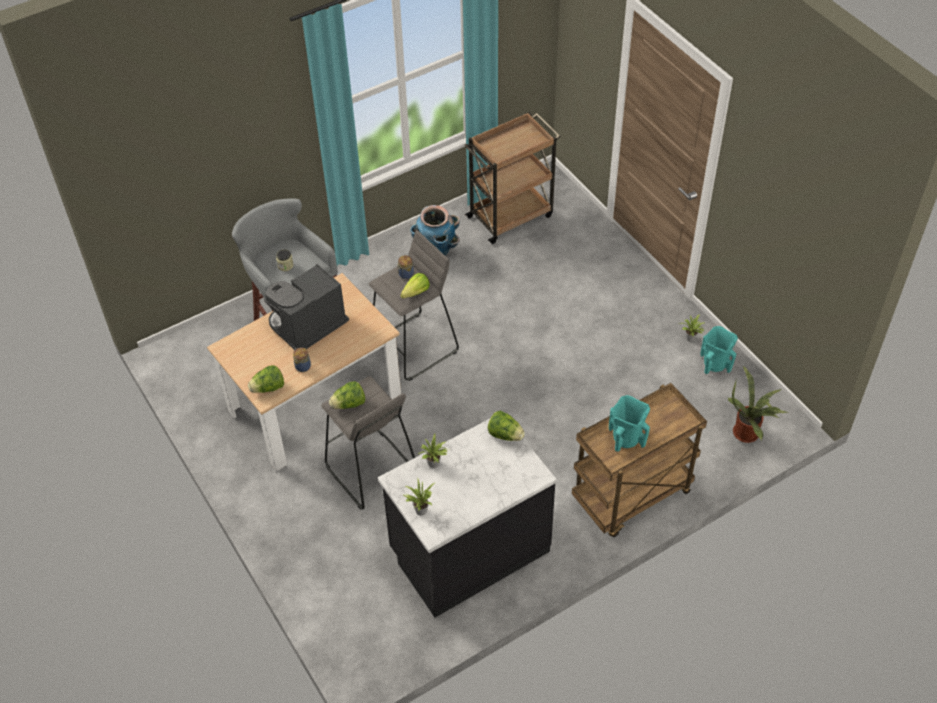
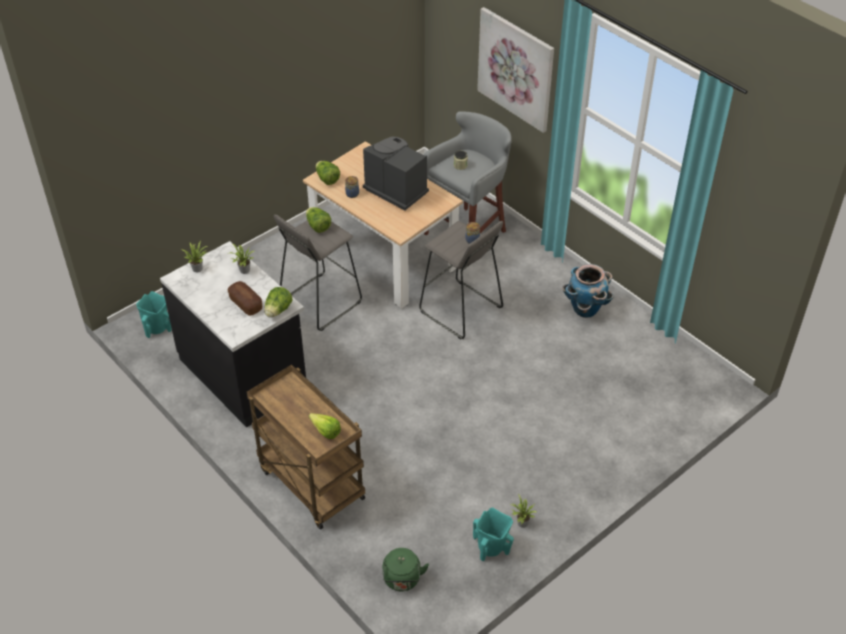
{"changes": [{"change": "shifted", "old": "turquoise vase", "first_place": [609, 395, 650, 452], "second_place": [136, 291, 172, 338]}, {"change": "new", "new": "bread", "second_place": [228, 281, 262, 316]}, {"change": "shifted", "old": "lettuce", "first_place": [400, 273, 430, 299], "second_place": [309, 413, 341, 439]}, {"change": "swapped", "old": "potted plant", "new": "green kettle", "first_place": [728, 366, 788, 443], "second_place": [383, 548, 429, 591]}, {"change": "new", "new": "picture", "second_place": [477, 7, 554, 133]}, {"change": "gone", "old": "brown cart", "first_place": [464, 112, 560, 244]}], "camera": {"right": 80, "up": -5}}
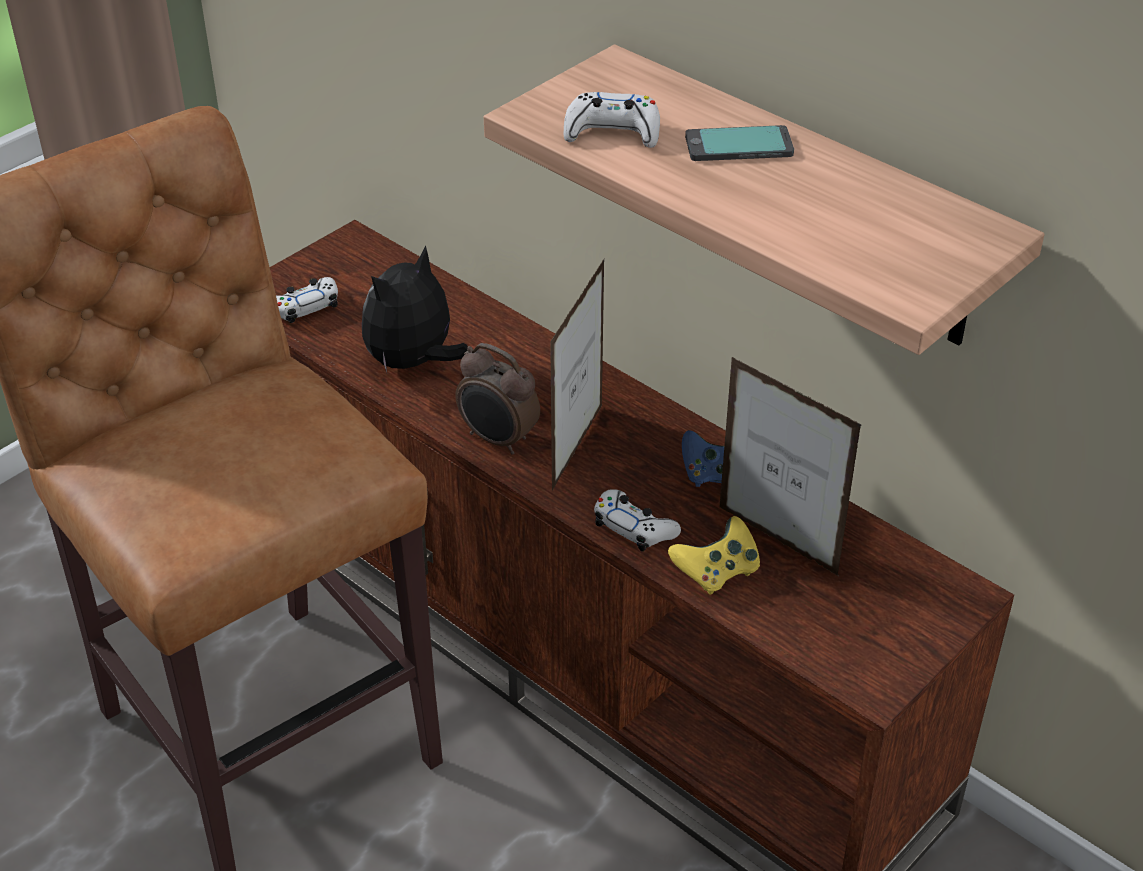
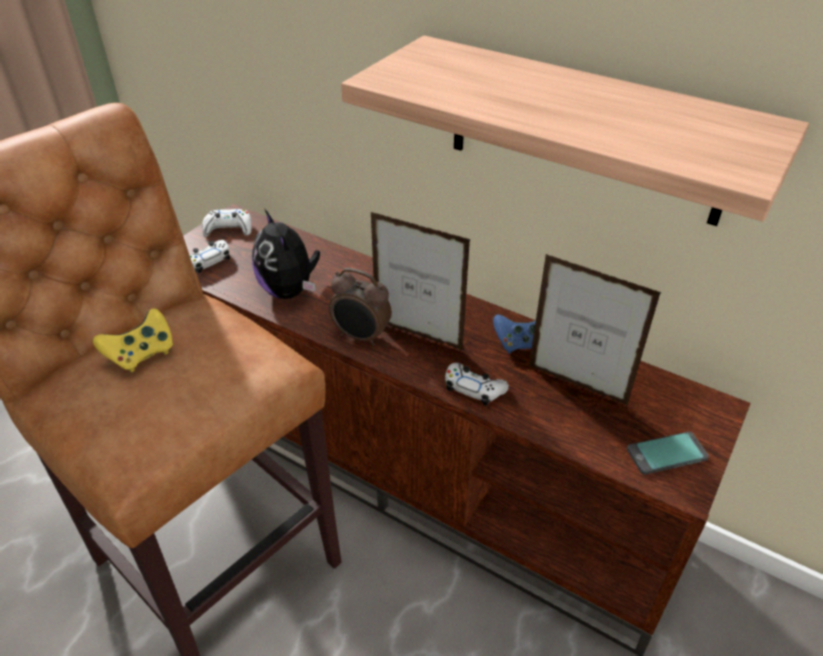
{"changes": [{"change": "shifted", "old": "yellow game controller", "first_place": [668, 516, 760, 595], "second_place": [93, 308, 173, 372]}, {"change": "shifted", "old": "white game controller", "first_place": [564, 92, 660, 148], "second_place": [202, 209, 252, 237]}, {"change": "rotated", "old": "plush toy", "first_place": [362, 245, 468, 372], "second_place": [252, 210, 320, 299], "degrees": -60}, {"change": "rotated", "old": "picture frame", "first_place": [550, 259, 604, 491], "second_place": [371, 212, 470, 350], "degrees": 105}, {"change": "shifted", "old": "phone", "first_place": [685, 125, 794, 161], "second_place": [627, 432, 709, 475]}], "camera": {"right": -10, "up": 0}}
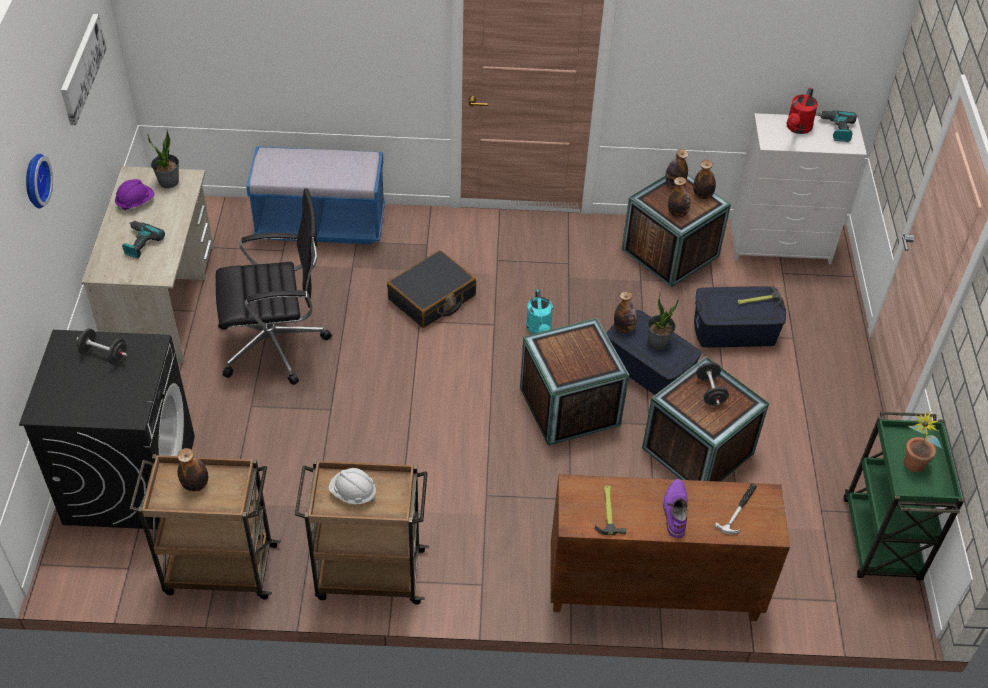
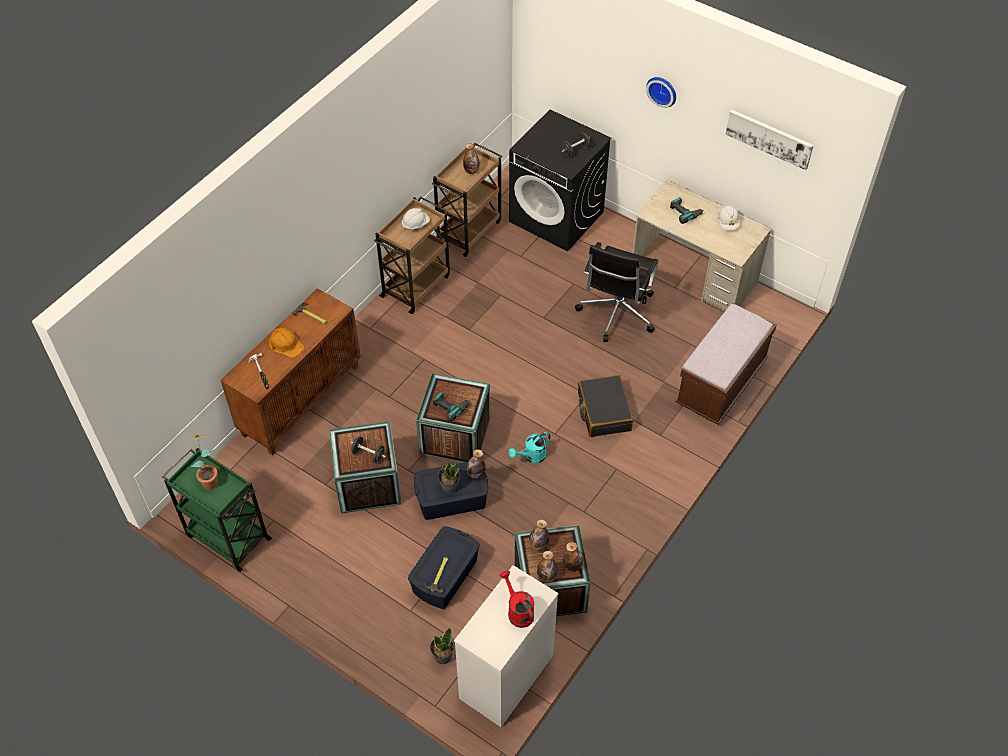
{"changes": [{"change": "swapped", "old": "purple boot", "new": "orange hard hat", "first_place": [663, 479, 688, 538], "second_place": [269, 328, 304, 358]}, {"change": "shifted", "old": "potted plant", "first_place": [147, 129, 179, 188], "second_place": [430, 628, 454, 664]}, {"change": "shifted", "old": "power drill", "first_place": [817, 110, 857, 142], "second_place": [433, 392, 470, 422]}, {"change": "rotated", "old": "turquoise watering can", "first_place": [526, 290, 553, 334], "second_place": [509, 432, 550, 464], "degrees": -60}, {"change": "repainted", "old": "blue bench", "new": "brown bench", "first_place": [246, 146, 385, 244], "second_place": [675, 303, 777, 425]}, {"change": "repainted", "old": "purple hard hat", "new": "white hard hat", "first_place": [115, 179, 154, 211], "second_place": [717, 205, 740, 230]}], "camera": {"right": 125, "up": 5}}
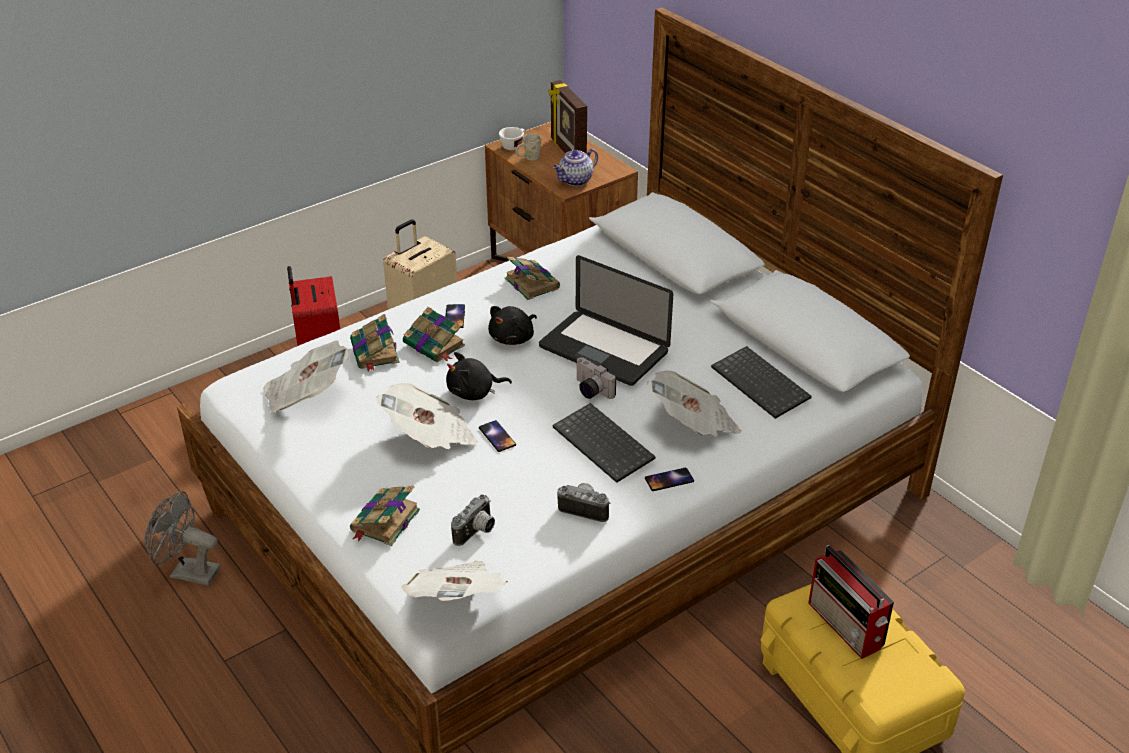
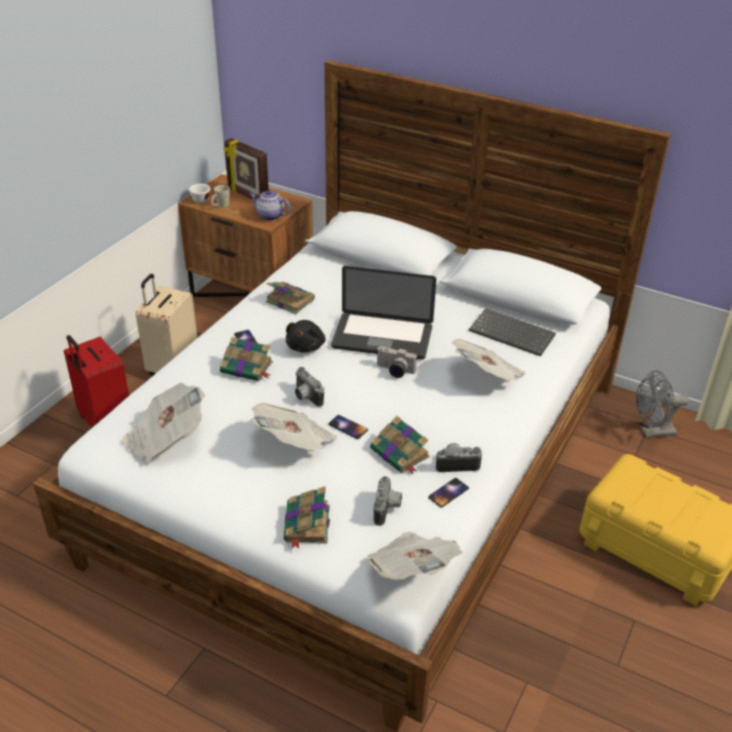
{"changes": [{"change": "rotated", "old": "teapot", "first_place": [553, 149, 598, 186], "second_place": [249, 190, 291, 221], "degrees": 90}, {"change": "swapped", "old": "black plush toy", "new": "photo camera", "first_place": [446, 352, 512, 400], "second_place": [295, 367, 324, 407]}, {"change": "shifted", "old": "book", "first_place": [350, 314, 400, 371], "second_place": [370, 416, 430, 474]}, {"change": "shifted", "old": "phone", "first_place": [645, 468, 694, 491], "second_place": [428, 478, 469, 508]}, {"change": "shifted", "old": "grey fan", "first_place": [145, 492, 221, 586], "second_place": [636, 371, 689, 438]}, {"change": "gone", "old": "keyboard", "first_place": [552, 403, 656, 483]}, {"change": "gone", "old": "radio", "first_place": [808, 545, 894, 659]}], "camera": {"right": -25, "up": 0}}
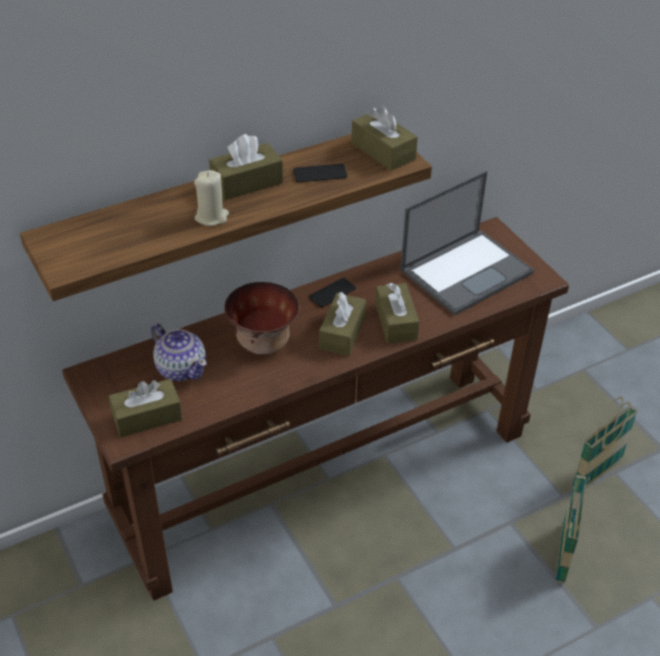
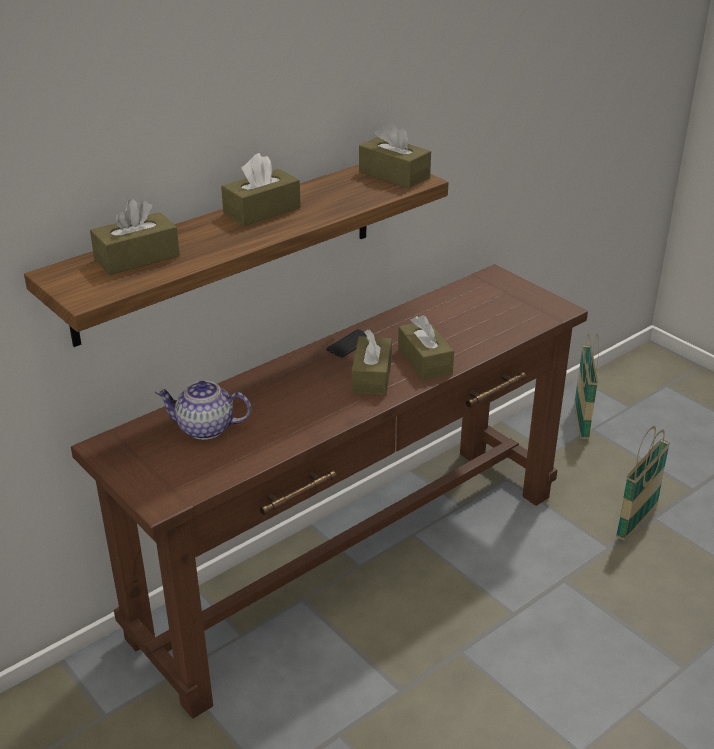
{"changes": [{"change": "shifted", "old": "brown tissue box", "first_place": [109, 379, 182, 437], "second_place": [90, 199, 180, 275]}, {"change": "rotated", "old": "teapot", "first_place": [151, 324, 207, 381], "second_place": [155, 381, 251, 440], "degrees": 150}, {"change": "shifted", "old": "basket", "first_place": [555, 475, 590, 584], "second_place": [574, 333, 599, 440]}, {"change": "gone", "old": "beige candle", "first_place": [194, 170, 229, 226]}, {"change": "gone", "old": "bowl", "first_place": [224, 282, 300, 354]}, {"change": "gone", "old": "phone", "first_place": [293, 164, 347, 182]}, {"change": "gone", "old": "laptop", "first_place": [400, 171, 534, 315]}], "camera": {"right": -10, "up": -10}}
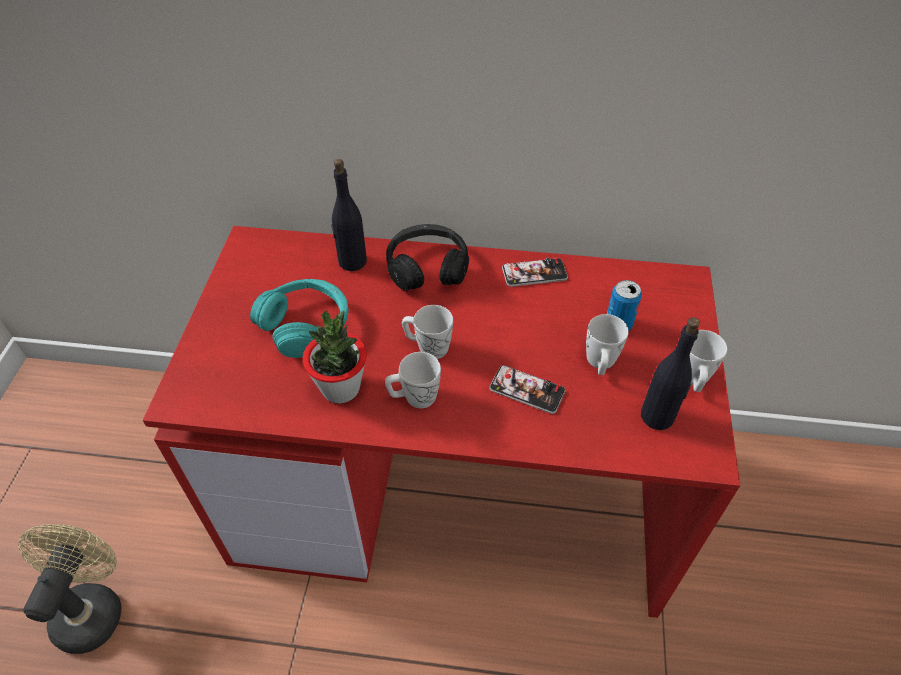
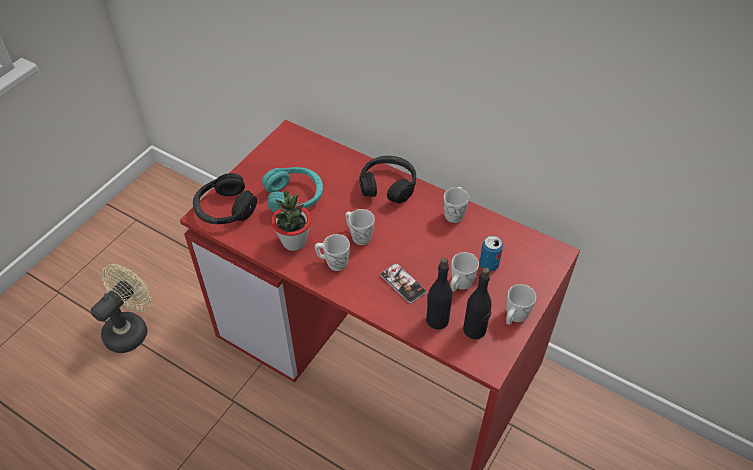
{"changes": [{"change": "new", "new": "black headphones", "second_place": [193, 173, 257, 224]}, {"change": "shifted", "old": "black bottle", "first_place": [331, 159, 367, 271], "second_place": [426, 257, 452, 330]}, {"change": "swapped", "old": "phone", "new": "white mug", "first_place": [502, 257, 568, 287], "second_place": [443, 187, 469, 223]}], "camera": {"right": 25, "up": 0}}
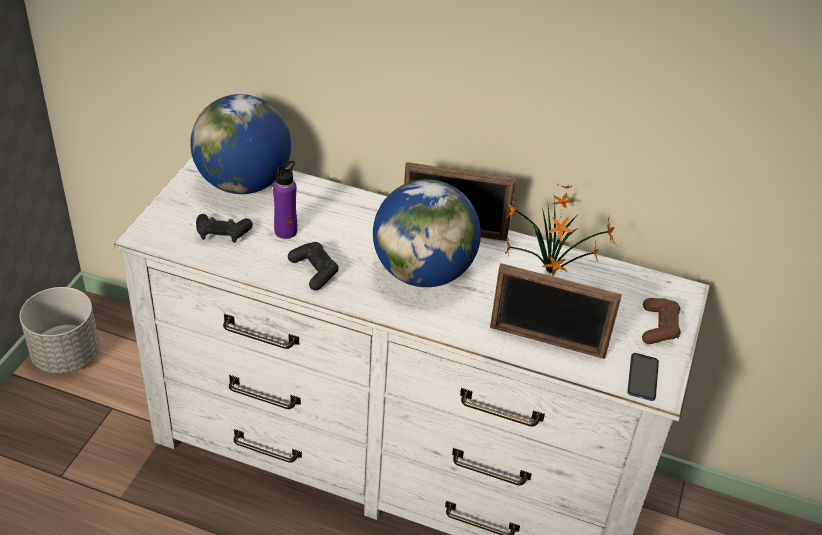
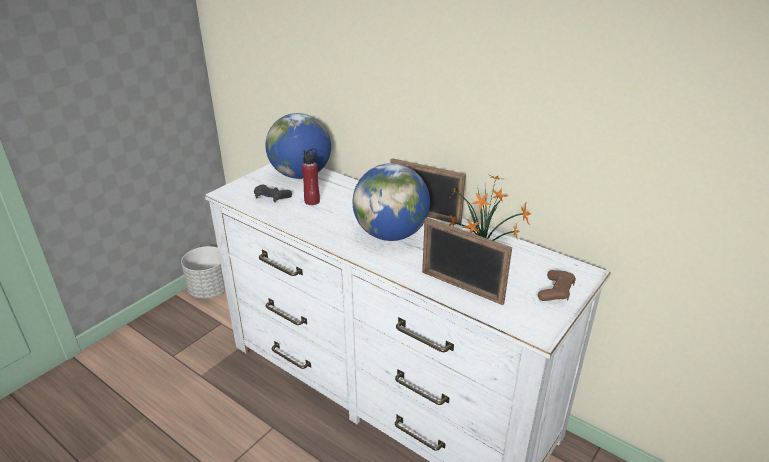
{"changes": [{"change": "repainted", "old": "purple bottle", "new": "red bottle", "first_place": [273, 160, 297, 239], "second_place": [302, 148, 320, 205]}, {"change": "gone", "old": "black game controller", "first_place": [288, 242, 339, 290]}, {"change": "gone", "old": "phone", "first_place": [627, 353, 659, 401]}], "camera": {"right": 20, "up": -10}}
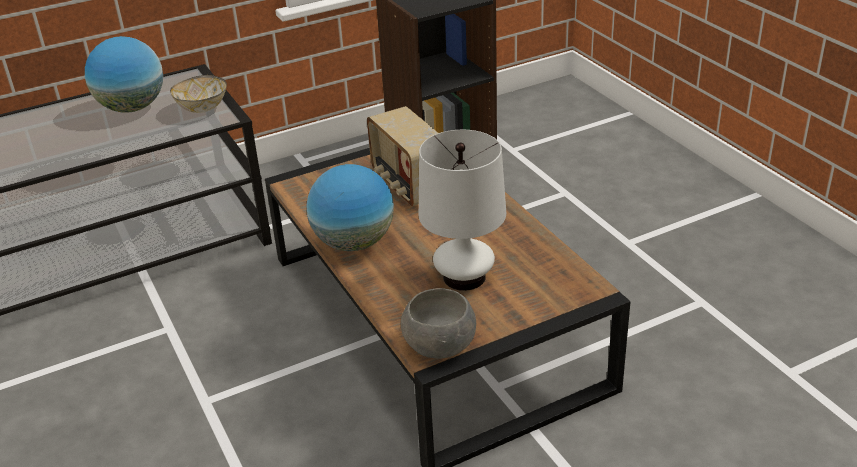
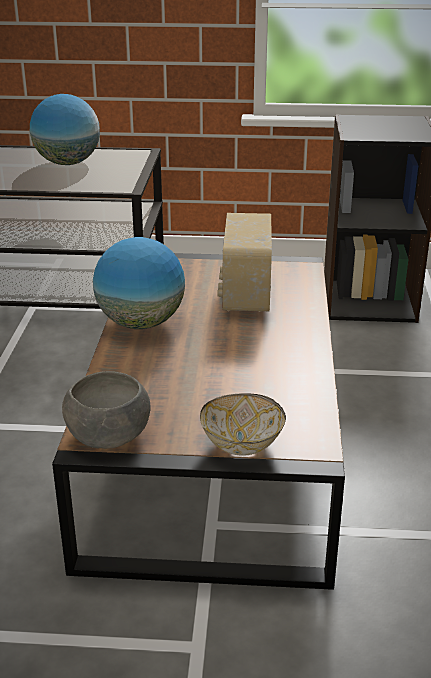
{"changes": [{"change": "shifted", "old": "bowl", "first_place": [170, 75, 227, 113], "second_place": [200, 393, 286, 456]}, {"change": "gone", "old": "white table lamp", "first_place": [419, 130, 506, 291]}], "camera": {"right": 30, "up": -5}}
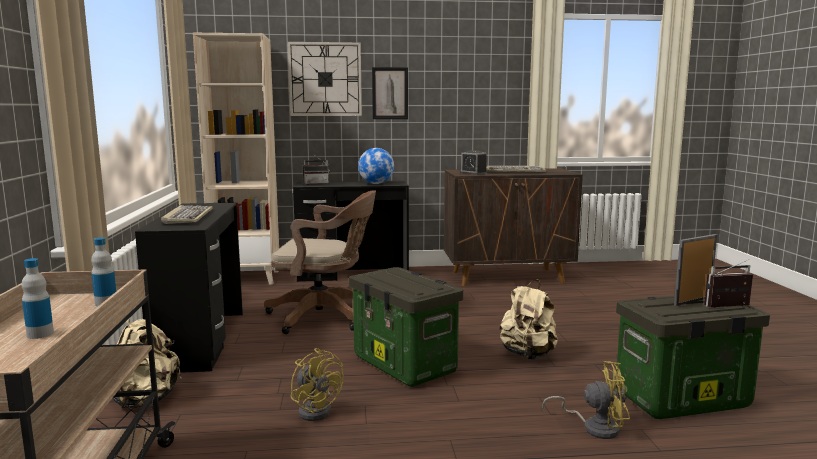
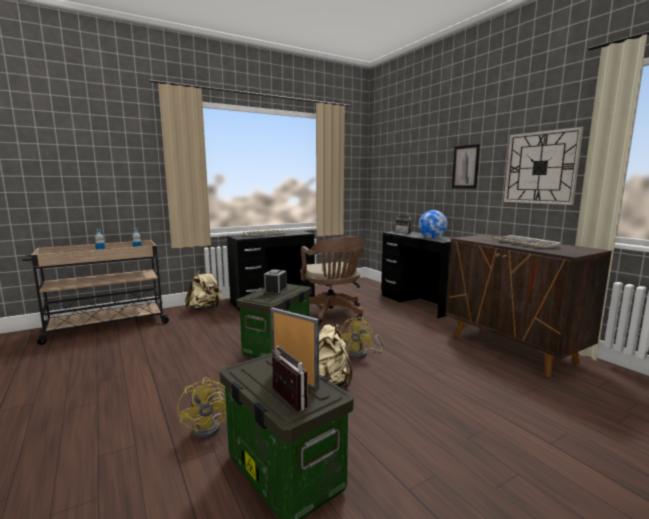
{"changes": [{"change": "shifted", "old": "alarm clock", "first_place": [460, 150, 487, 175], "second_place": [264, 269, 287, 295]}, {"change": "shifted", "old": "yellow fan", "first_place": [290, 348, 344, 421], "second_place": [341, 317, 384, 358]}, {"change": "shifted", "old": "wall clock", "first_place": [287, 42, 362, 116], "second_place": [504, 127, 584, 205]}, {"change": "gone", "old": "beige bookcase", "first_place": [193, 33, 279, 285]}], "camera": {"right": 65, "up": 0}}
